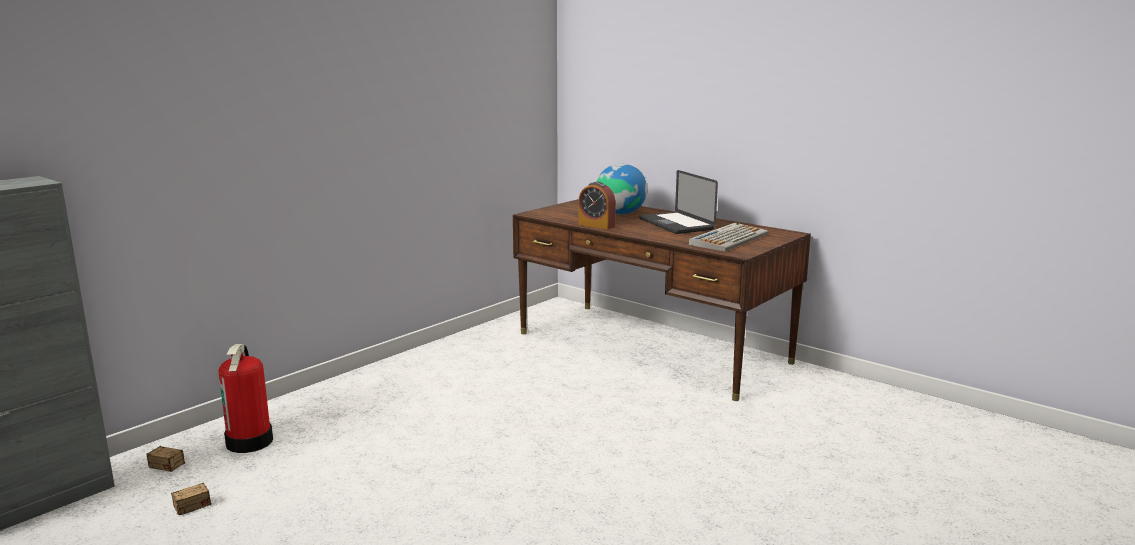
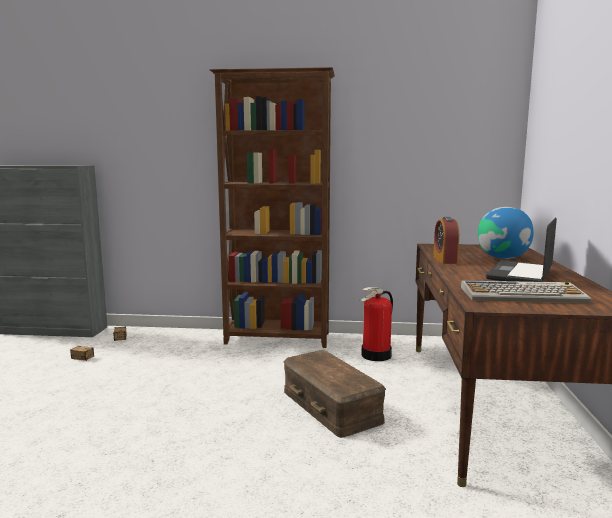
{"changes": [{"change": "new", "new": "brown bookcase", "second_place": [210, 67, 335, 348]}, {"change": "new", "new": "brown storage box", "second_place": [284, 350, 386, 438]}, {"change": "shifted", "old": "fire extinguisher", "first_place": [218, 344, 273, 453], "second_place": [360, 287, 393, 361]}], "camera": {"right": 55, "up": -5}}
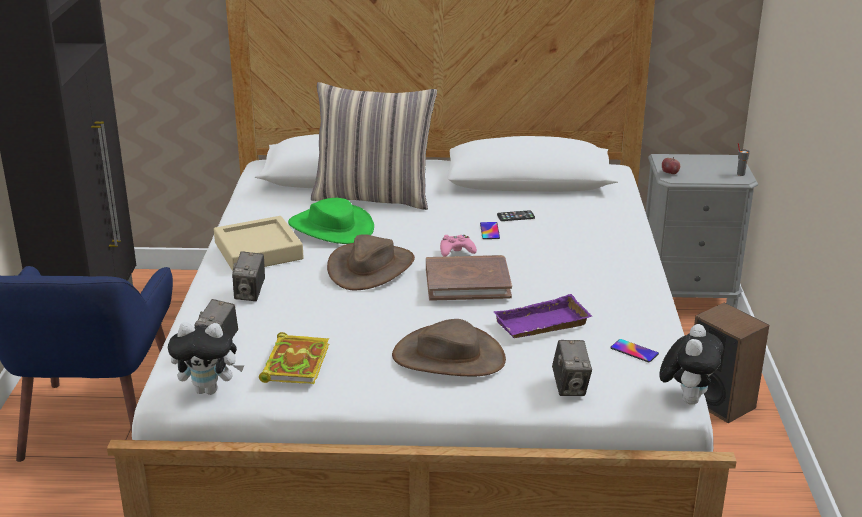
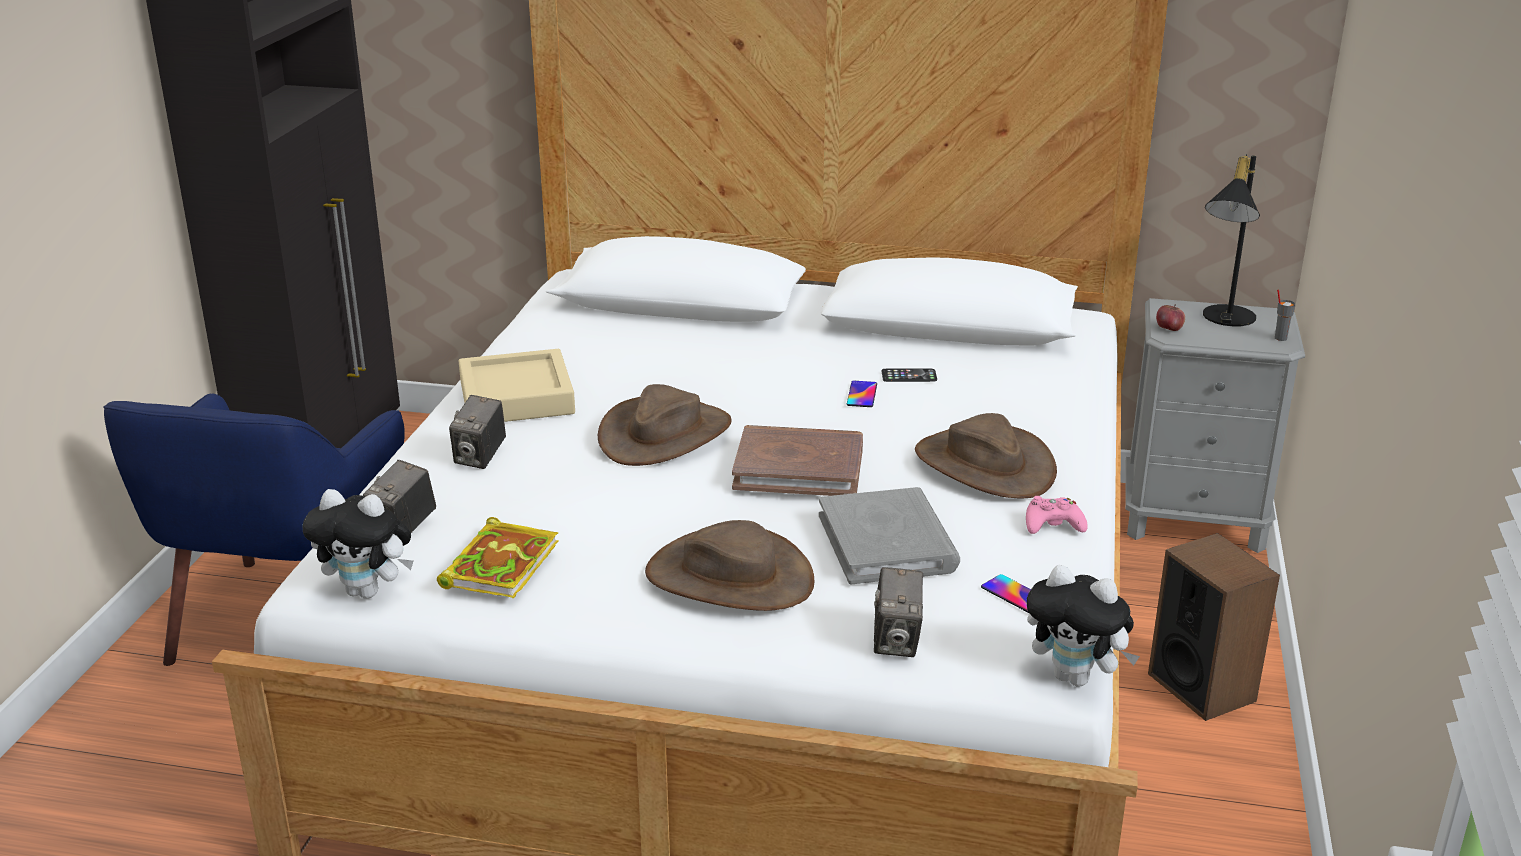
{"changes": [{"change": "swapped", "old": "purple tray", "new": "grey book", "first_place": [493, 294, 592, 338], "second_place": [819, 487, 960, 585]}, {"change": "new", "new": "brown hat", "second_place": [915, 413, 1057, 498]}, {"change": "shifted", "old": "pink game controller", "first_place": [440, 235, 477, 257], "second_place": [1026, 496, 1088, 534]}, {"change": "rotated", "old": "plush toy", "first_place": [659, 324, 723, 405], "second_place": [1027, 565, 1140, 687], "degrees": 90}, {"change": "new", "new": "black table lamp", "second_place": [1203, 154, 1260, 326]}, {"change": "gone", "old": "green hat", "first_place": [288, 198, 374, 244]}, {"change": "gone", "old": "pillow", "first_place": [311, 82, 437, 210]}], "camera": {"right": 10, "up": 0}}
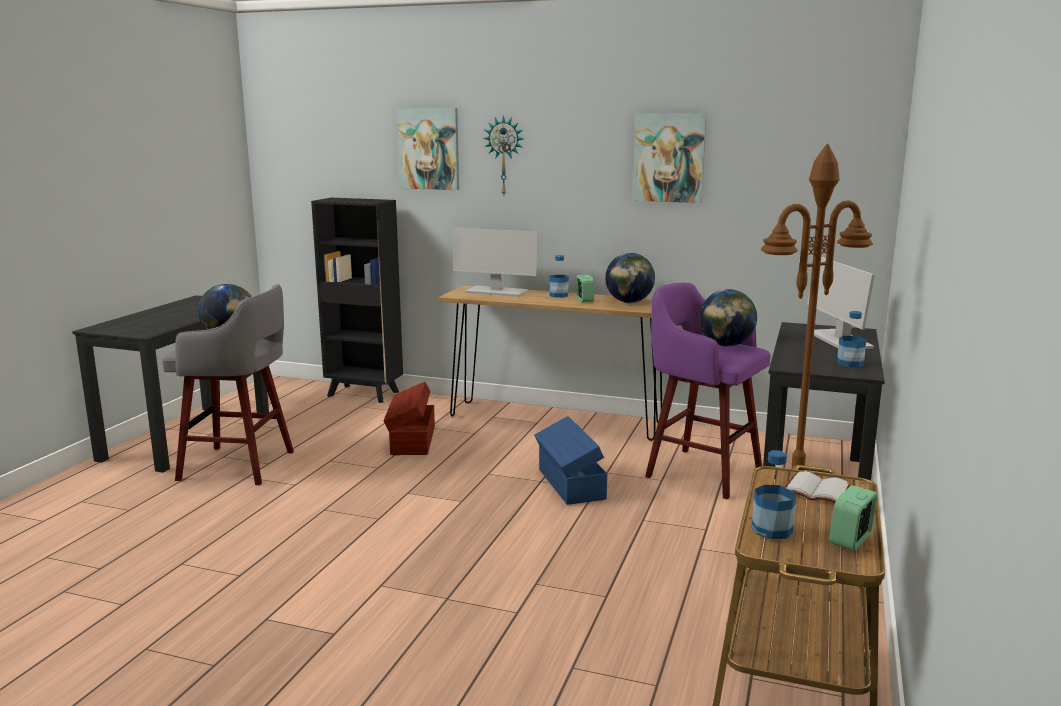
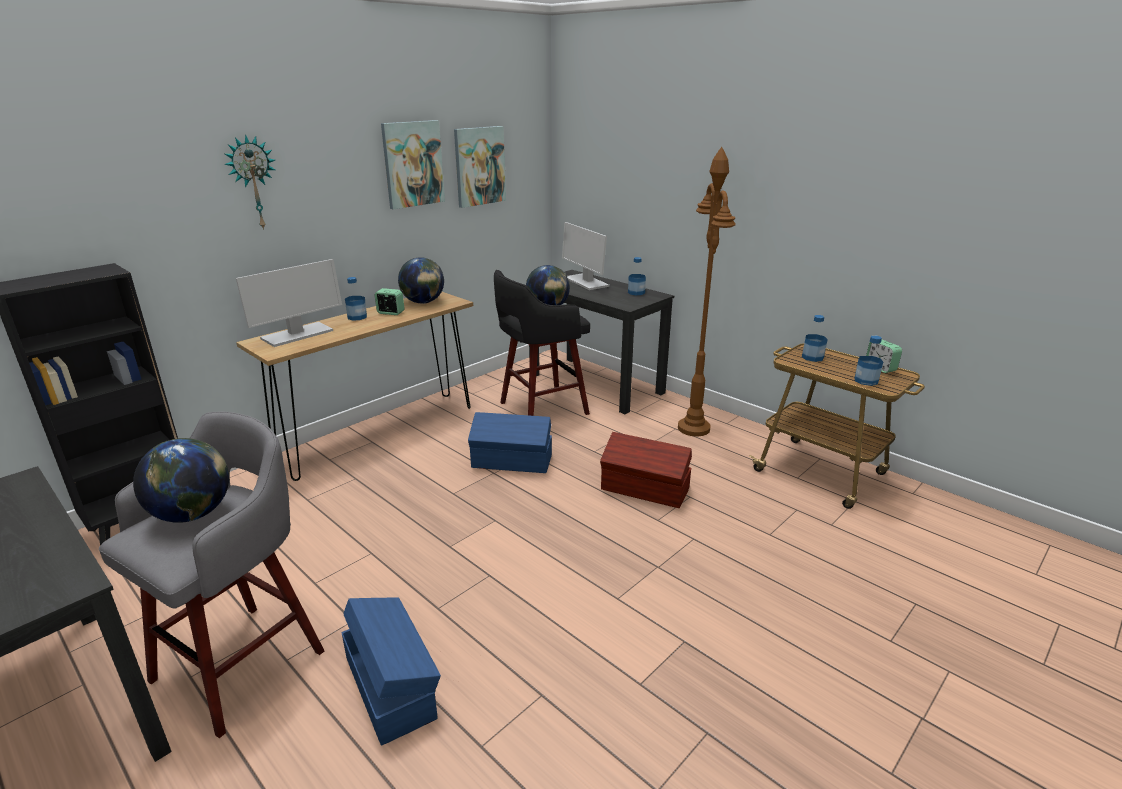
{"changes": [{"change": "new", "new": "blue storage box", "second_place": [342, 598, 441, 746]}, {"change": "shifted", "old": "picture", "first_place": [397, 108, 459, 190], "second_place": [454, 126, 506, 208]}, {"change": "repainted", "old": "purple stool", "new": "black stool", "first_place": [645, 283, 771, 499], "second_place": [494, 270, 590, 416]}, {"change": "rotated", "old": "monitor", "first_place": [807, 257, 875, 349], "second_place": [562, 222, 609, 290], "degrees": 45}, {"change": "shifted", "old": "brown storage box", "first_place": [384, 382, 435, 455], "second_place": [600, 432, 692, 508]}, {"change": "swapped", "old": "white book", "new": "bottle", "first_place": [784, 472, 851, 503], "second_place": [802, 315, 828, 362]}], "camera": {"right": -65, "up": 10}}
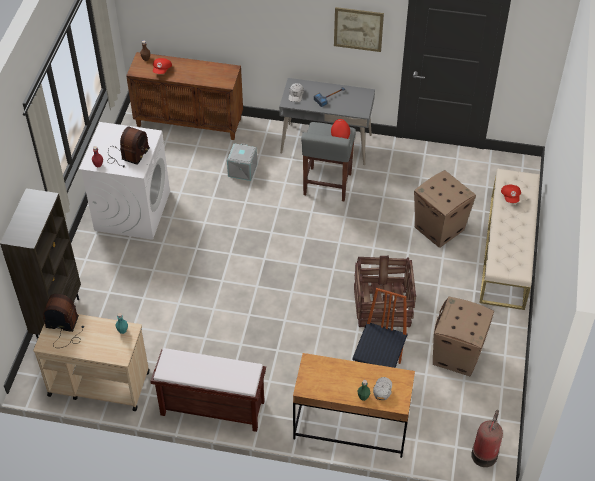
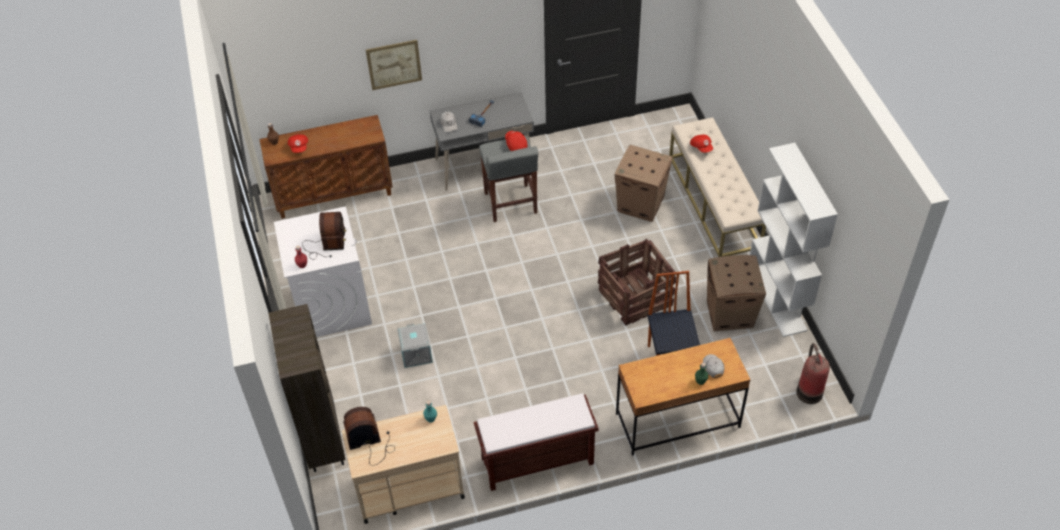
{"changes": [{"change": "shifted", "old": "picture", "first_place": [334, 7, 384, 52], "second_place": [366, 40, 422, 90]}, {"change": "shifted", "old": "grey storage box", "first_place": [227, 143, 257, 181], "second_place": [397, 323, 433, 368]}, {"change": "new", "new": "white bookcase", "second_place": [750, 143, 838, 337]}], "camera": {"right": -25, "up": 0}}
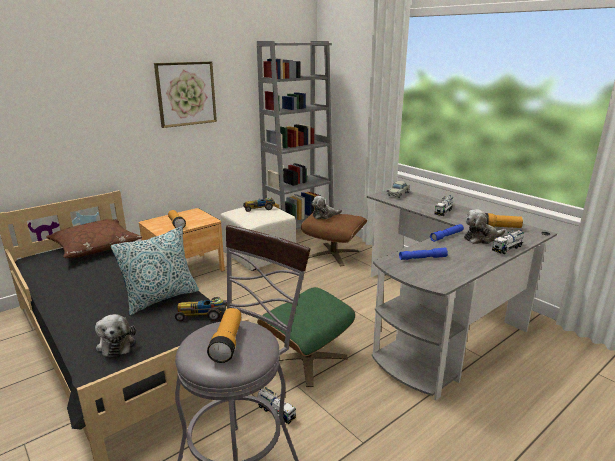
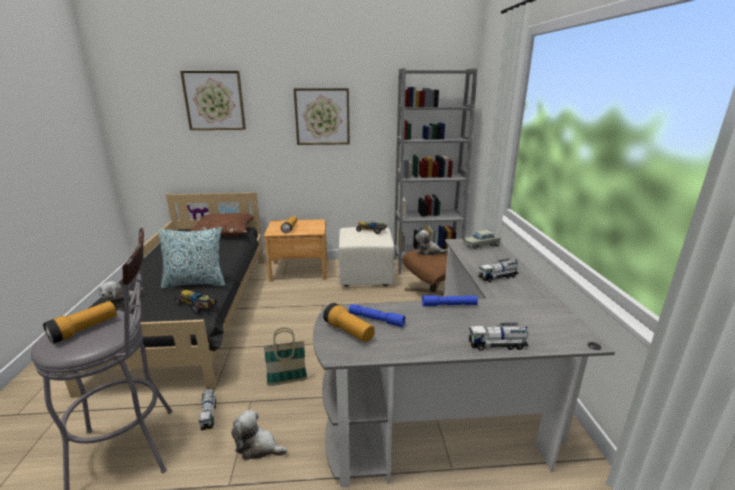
{"changes": [{"change": "new", "new": "picture", "second_place": [180, 71, 246, 130]}, {"change": "shifted", "old": "plush toy", "first_place": [464, 209, 505, 244], "second_place": [231, 410, 287, 460]}, {"change": "swapped", "old": "green ottoman", "new": "basket", "first_place": [257, 287, 355, 387], "second_place": [263, 328, 307, 386]}, {"change": "shifted", "old": "flashlight", "first_place": [485, 213, 523, 228], "second_place": [323, 303, 375, 342]}], "camera": {"right": 35, "up": 0}}
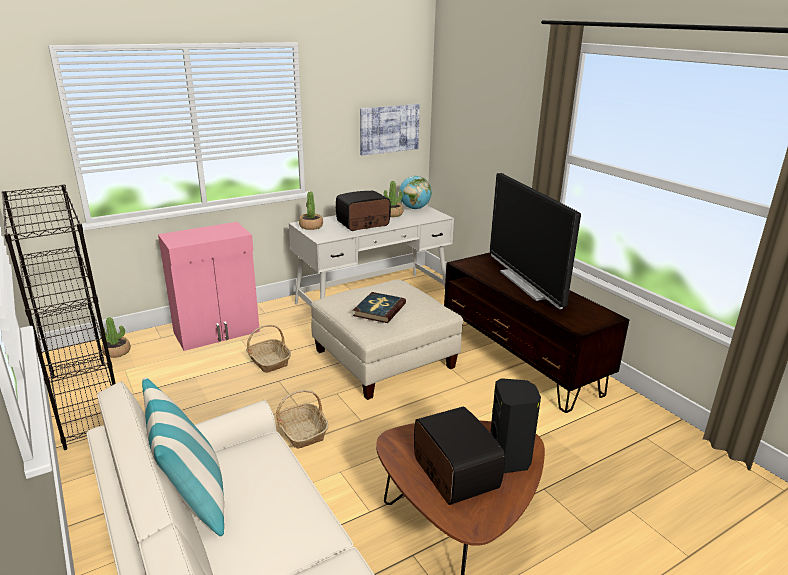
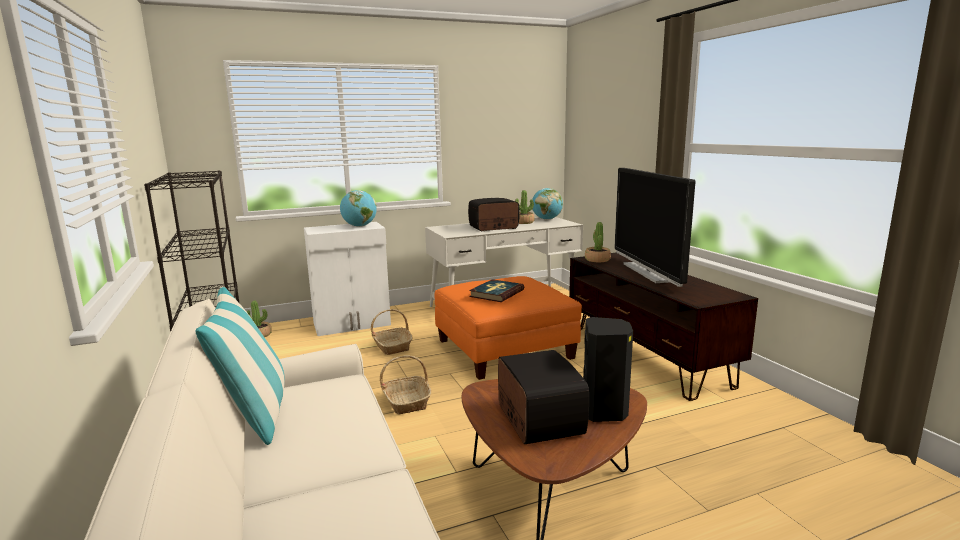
{"changes": [{"change": "repainted", "old": "pink cabinet", "new": "white cabinet", "first_place": [158, 222, 260, 351], "second_place": [304, 222, 391, 336]}, {"change": "new", "new": "globe", "second_place": [340, 190, 377, 227]}, {"change": "repainted", "old": "beige ottoman", "new": "orange ottoman", "first_place": [311, 280, 463, 400], "second_place": [435, 276, 582, 380]}, {"change": "shifted", "old": "potted plant", "first_place": [299, 192, 323, 230], "second_place": [585, 222, 611, 262]}, {"change": "gone", "old": "picture", "first_place": [360, 104, 420, 156]}], "camera": {"right": 10, "up": -10}}
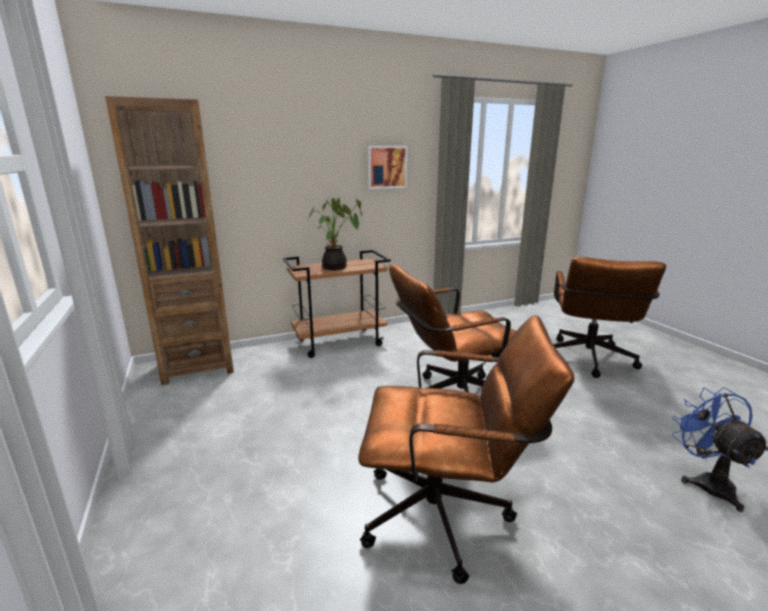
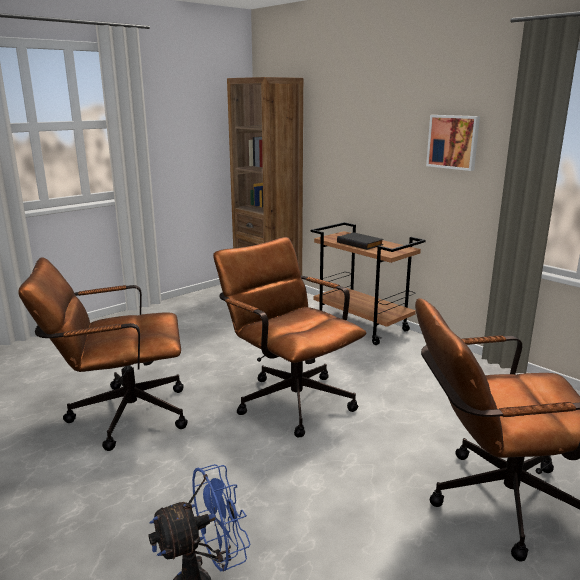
{"changes": [{"change": "rotated", "old": "brown office chair", "first_place": [358, 315, 574, 584], "second_place": [18, 257, 188, 451], "degrees": 90}, {"change": "swapped", "old": "potted plant", "new": "black book", "first_place": [309, 198, 362, 270], "second_place": [337, 232, 384, 250]}], "camera": {"right": 70, "up": 0}}
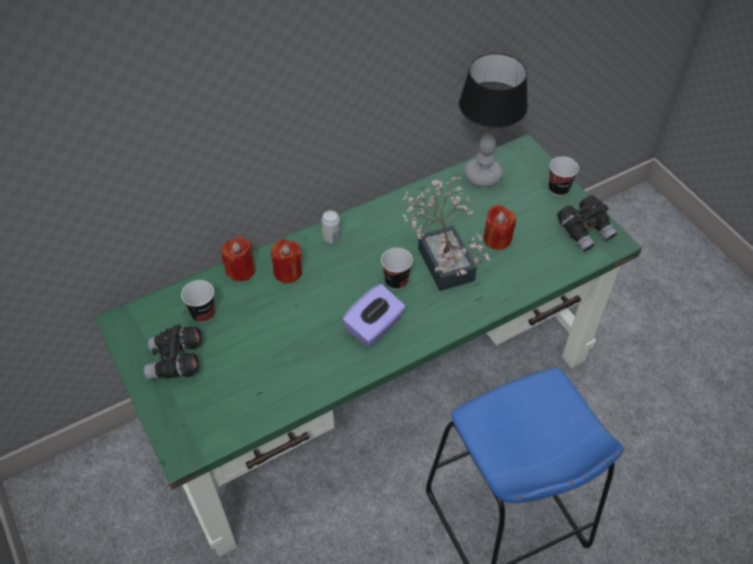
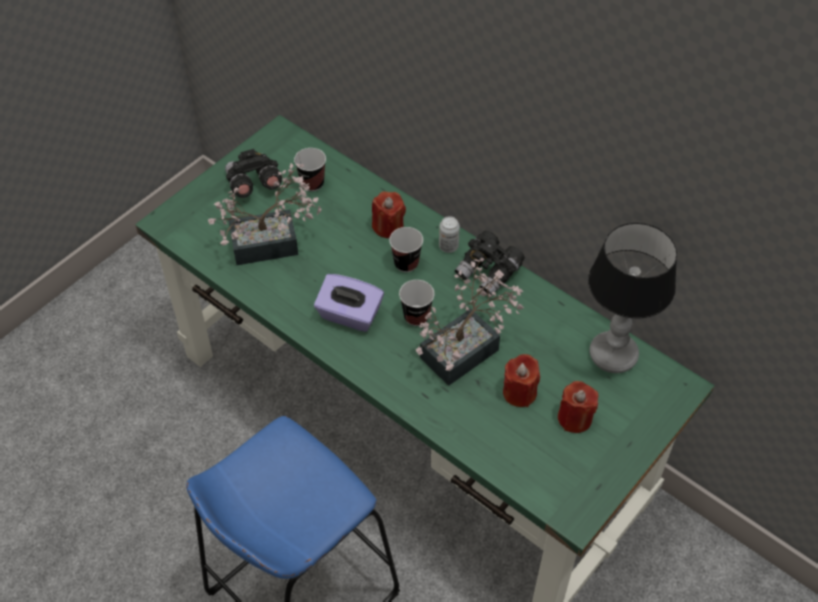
{"changes": [{"change": "new", "new": "potted plant", "second_place": [208, 163, 322, 265]}, {"change": "shifted", "old": "cup", "first_place": [549, 156, 579, 196], "second_place": [389, 227, 423, 272]}, {"change": "shifted", "old": "black binoculars", "first_place": [557, 195, 617, 252], "second_place": [455, 231, 525, 296]}, {"change": "shifted", "old": "red candle", "first_place": [222, 236, 255, 281], "second_place": [558, 381, 598, 433]}], "camera": {"right": 70, "up": 0}}
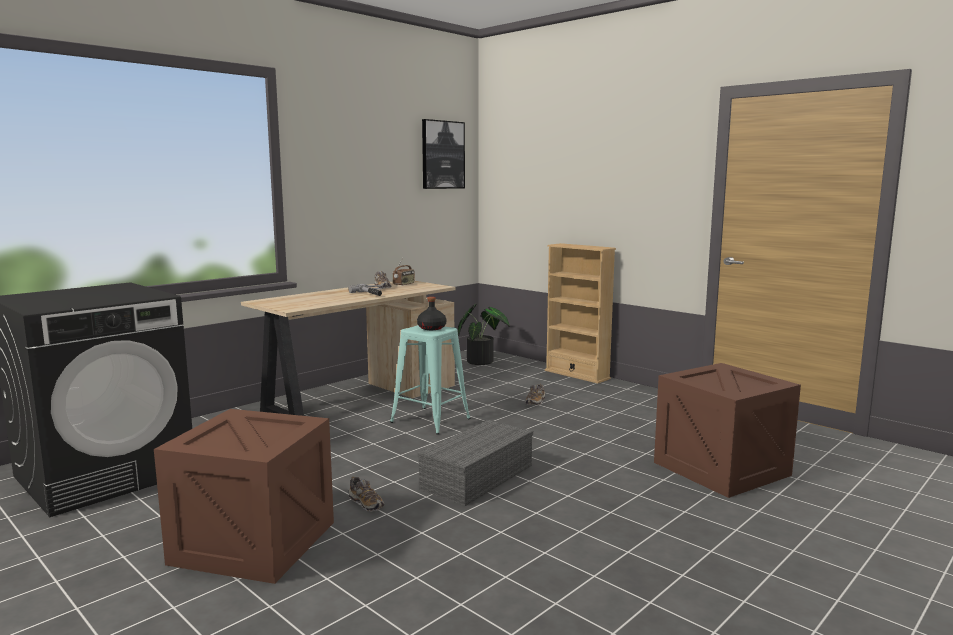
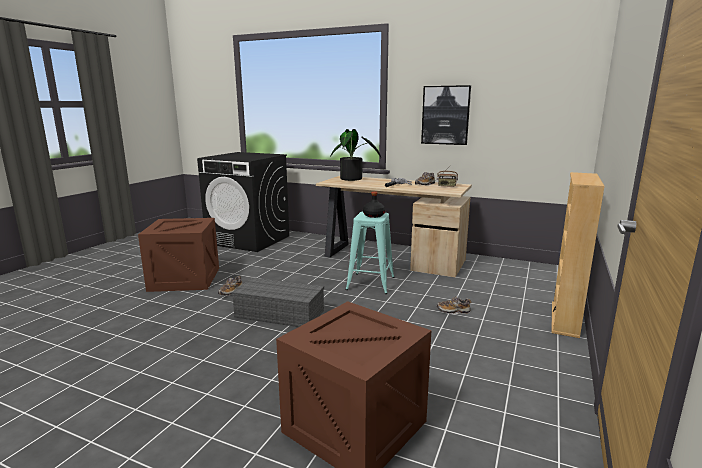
{"changes": [{"change": "shifted", "old": "potted plant", "first_place": [458, 304, 510, 365], "second_place": [330, 129, 381, 181]}, {"change": "shifted", "old": "picture", "first_place": [422, 119, 465, 189], "second_place": [421, 85, 471, 145]}], "camera": {"right": 70, "up": 5}}
